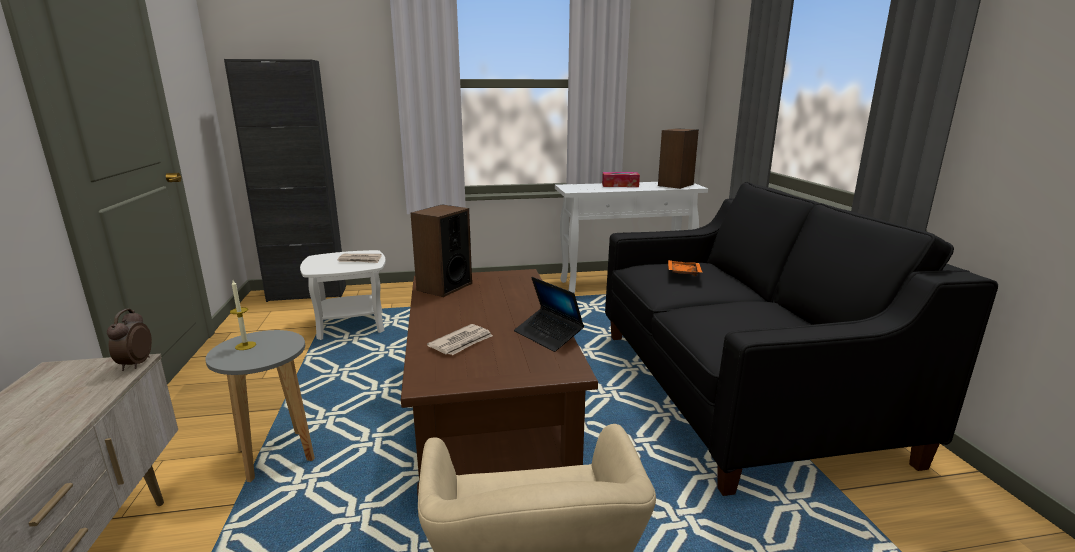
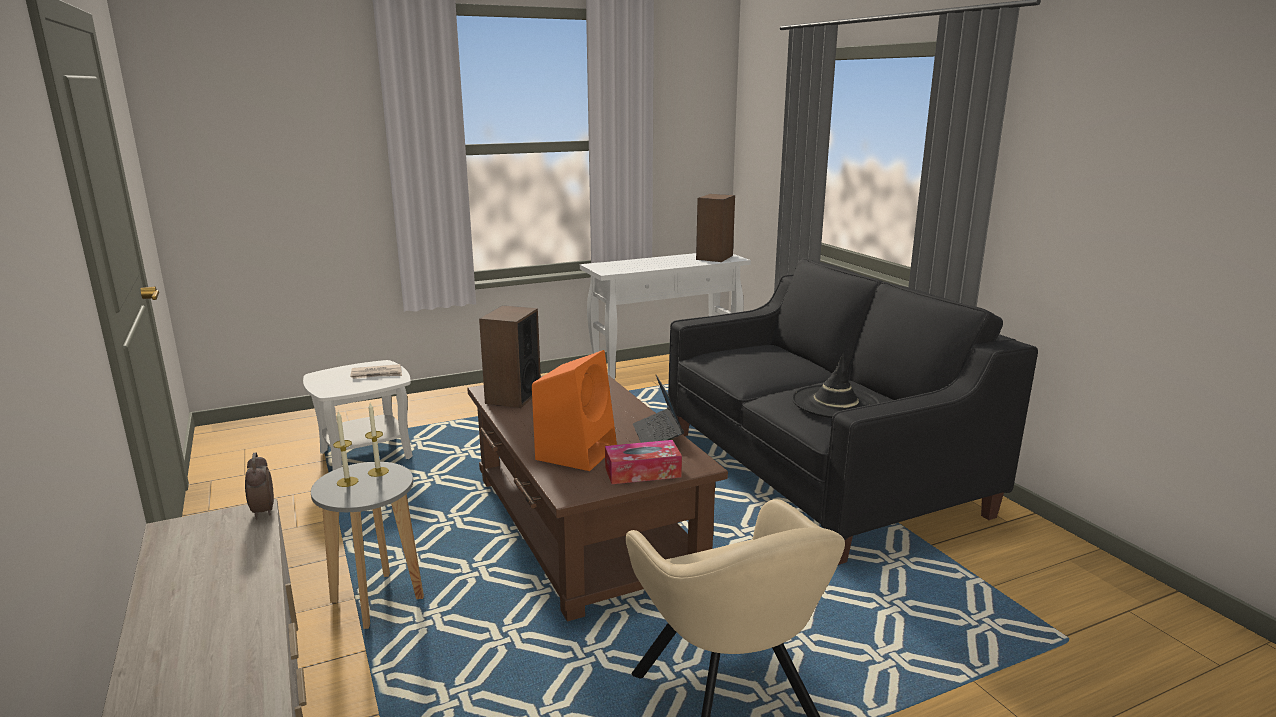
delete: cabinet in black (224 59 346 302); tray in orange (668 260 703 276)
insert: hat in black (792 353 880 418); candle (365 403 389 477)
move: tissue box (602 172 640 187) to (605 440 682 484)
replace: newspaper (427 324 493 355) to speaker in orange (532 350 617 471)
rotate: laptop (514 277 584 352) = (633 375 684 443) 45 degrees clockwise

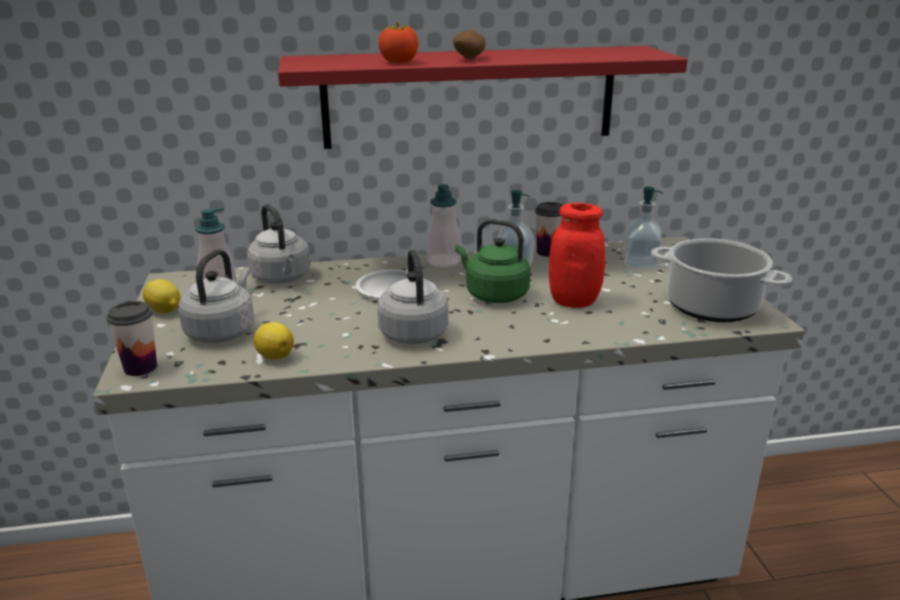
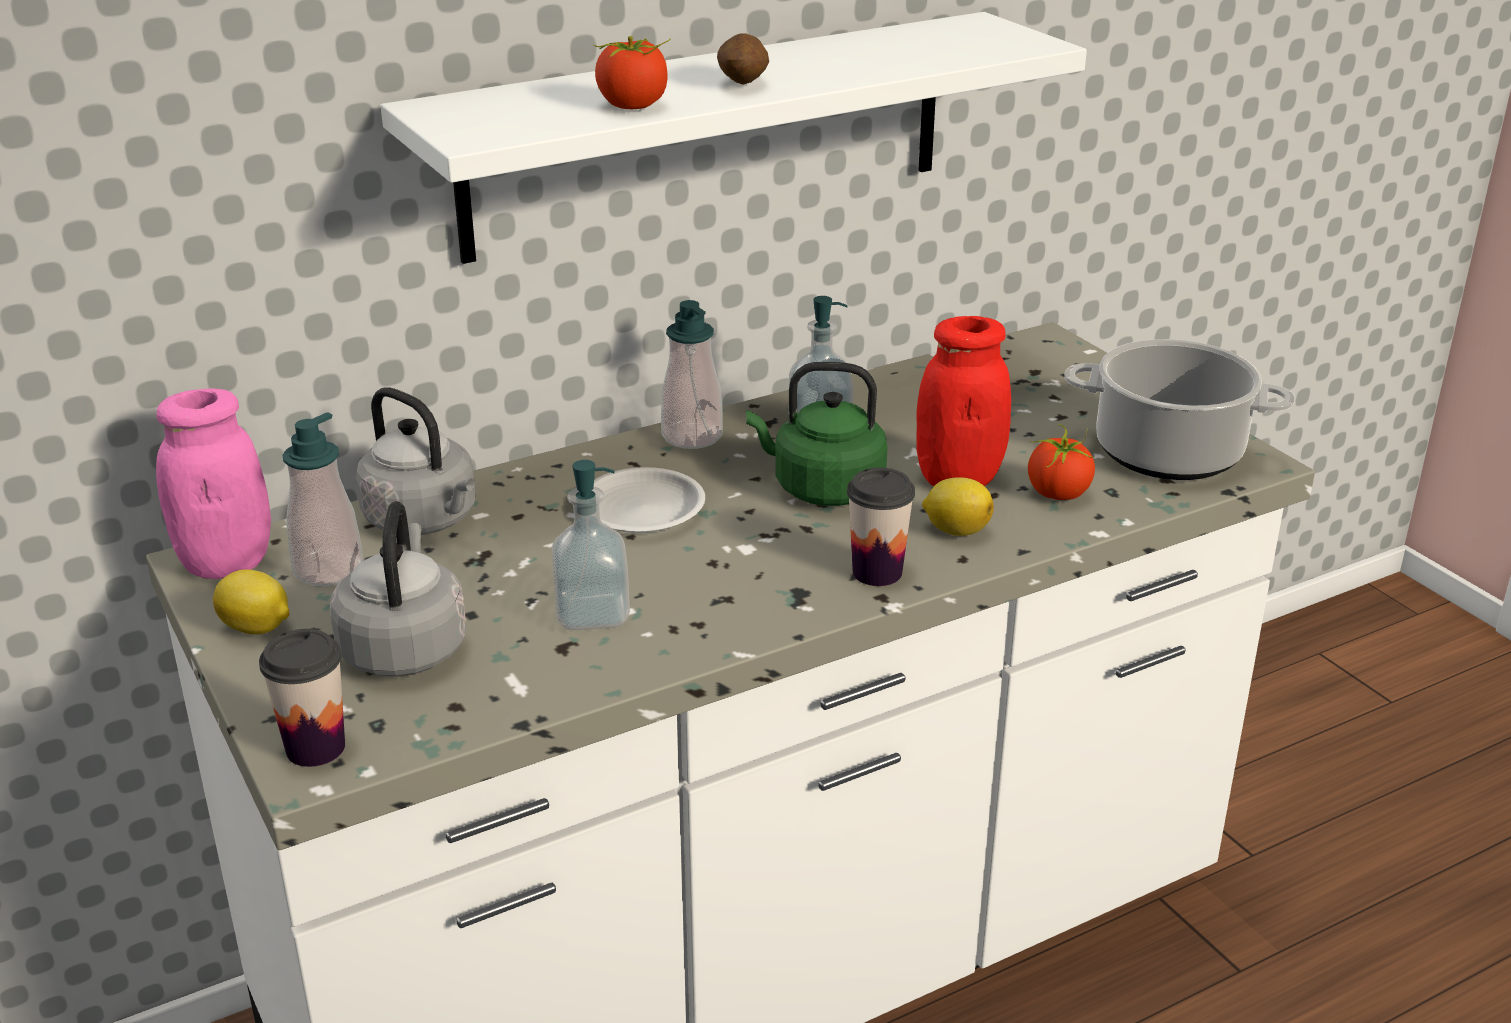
delete: kettle in grey (377 249 449 344)
insert: jar in pink (156 388 271 579); tomato (1028 424 1095 500)
move: soap dispenser (624 186 663 269) to (552 460 630 630); cup (535 202 563 257) to (847 468 915 586); lemon (253 322 294 360) to (922 477 994 536)
recolor: shelf in red (278 46 688 149) to shelf in white (381 12 1087 264)

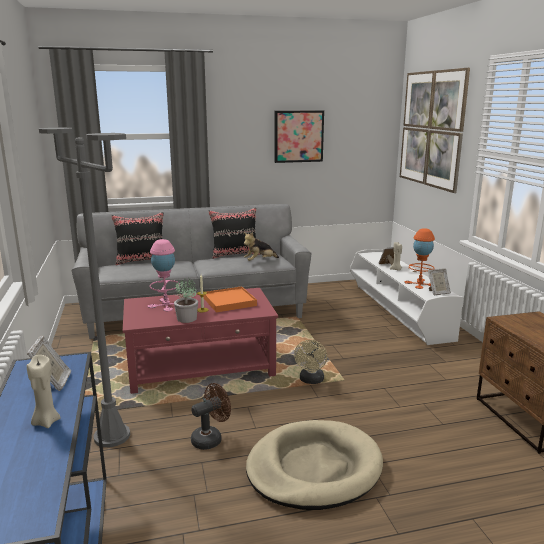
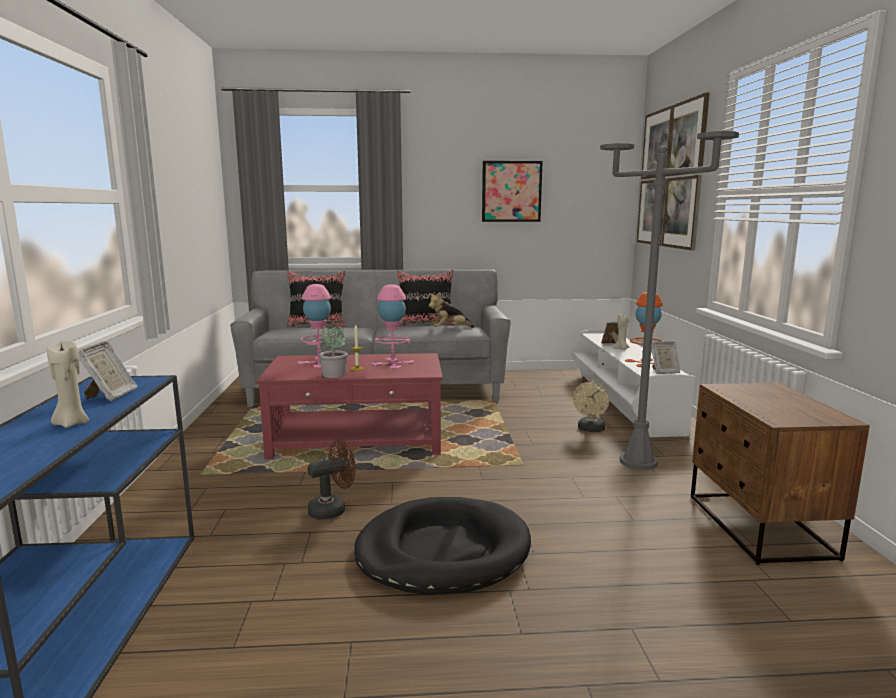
move: floor lamp in grey (39 128 130 447) to (600 131 739 470); fan in beige (294 340 327 384) to (573 382 609 432)
replace: tray in orange (203 286 257 313) to table lamp in pink (372 284 414 369)
recolor: dog bed in beige (246 420 383 510) to dog bed in black (354 497 531 595)

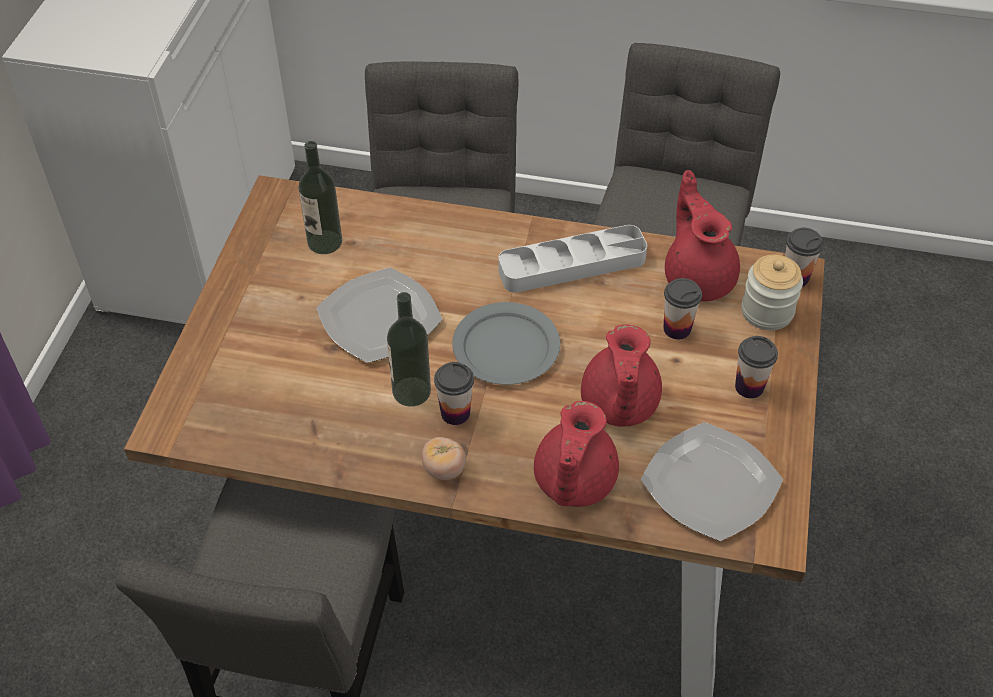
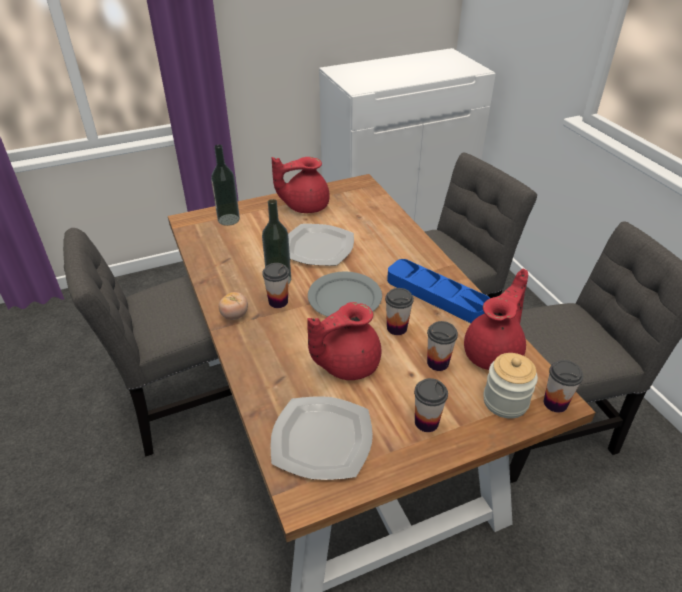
insert: cup (385 288 414 335)
move: bottle (298 141 342 254) to (211 145 240 226); teapot in red (534 401 619 507) to (272 157 330 213)
recolor: tray in grey (499 225 647 293) to tray in blue (387 259 490 323)

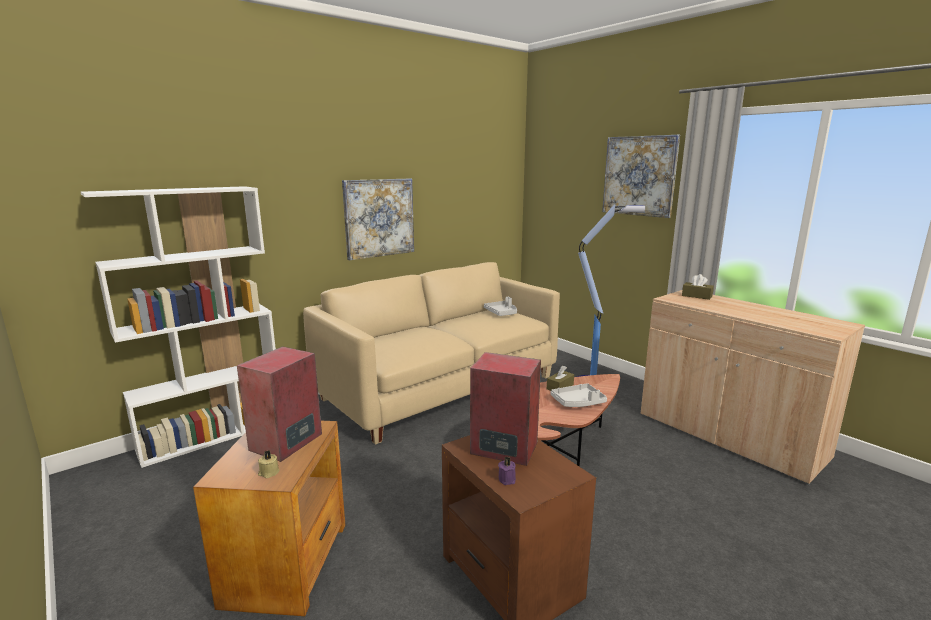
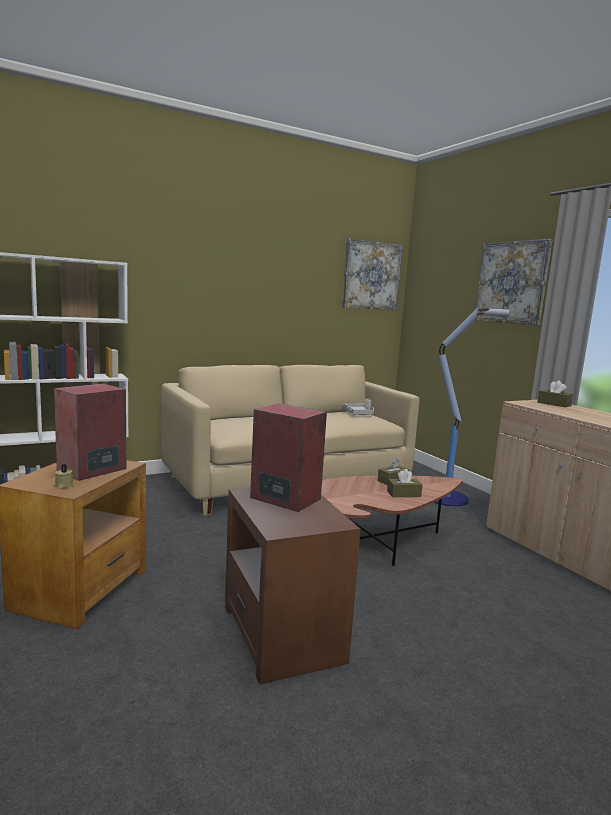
delete: candle in purple (498 457 516 485)
move: picture (342 178 414 260) to (342 238 403 310)
replace: tray in grey (551 383 607 407) to tissue box in brown (387 469 422 497)

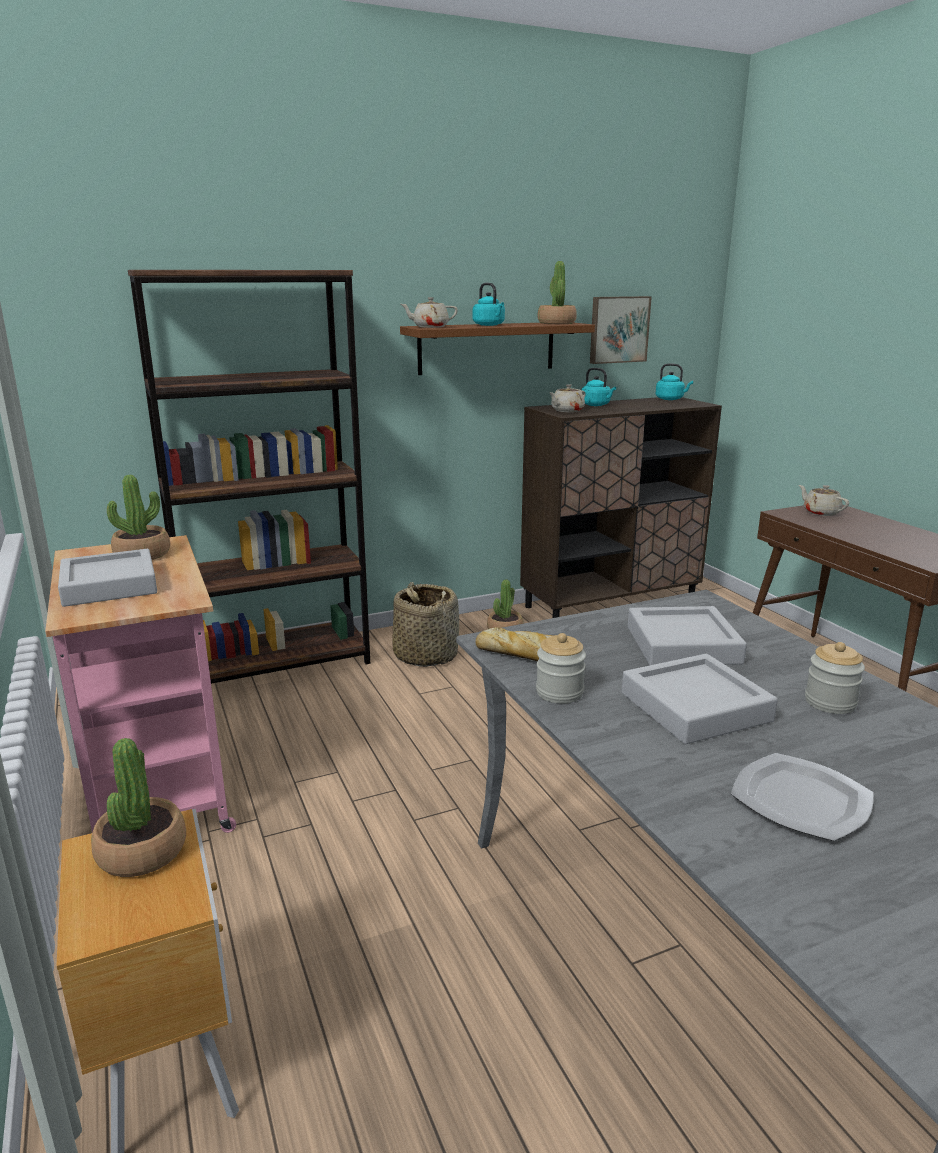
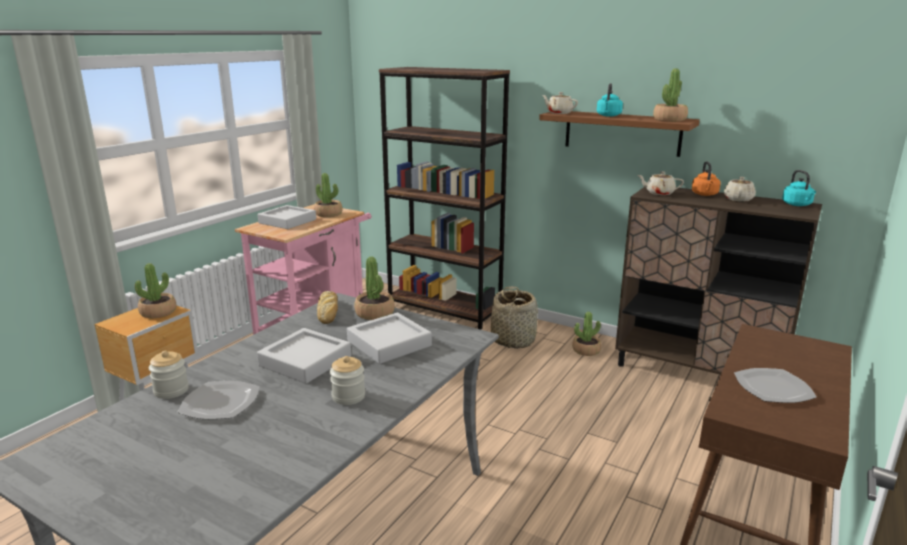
delete: picture (590 296 652 364)
insert: potted plant (354 257 395 320); plate (734 368 817 403)
move: teapot in beige (799 485 849 516) to (724 177 756 202); jar (536 633 586 703) to (149 351 189 399)
recolor: kettle in turquoise (581 368 616 406) to kettle in orange (692 161 721 196)

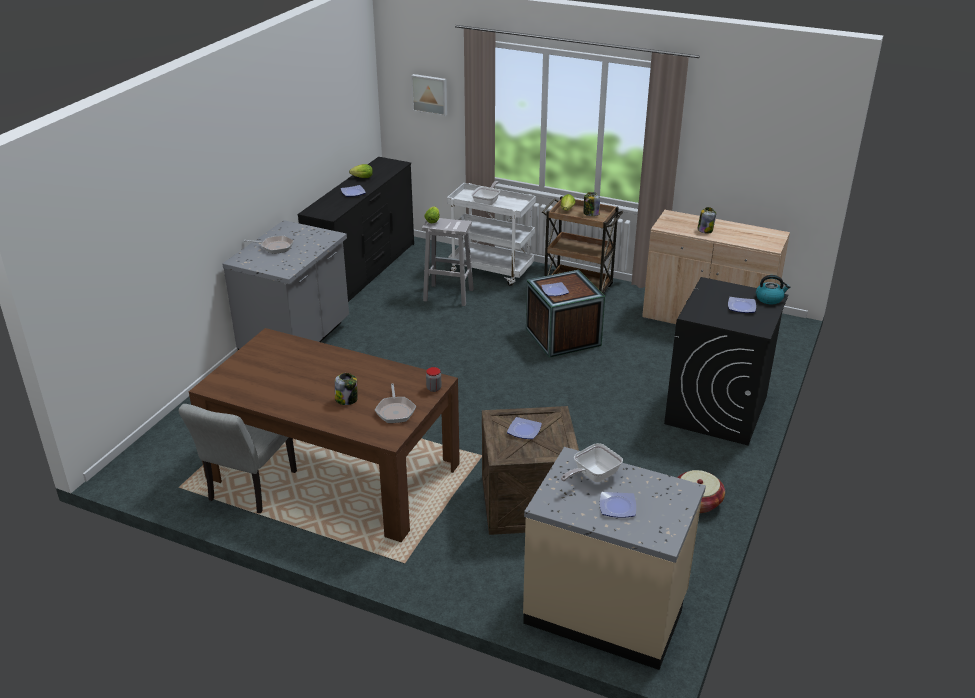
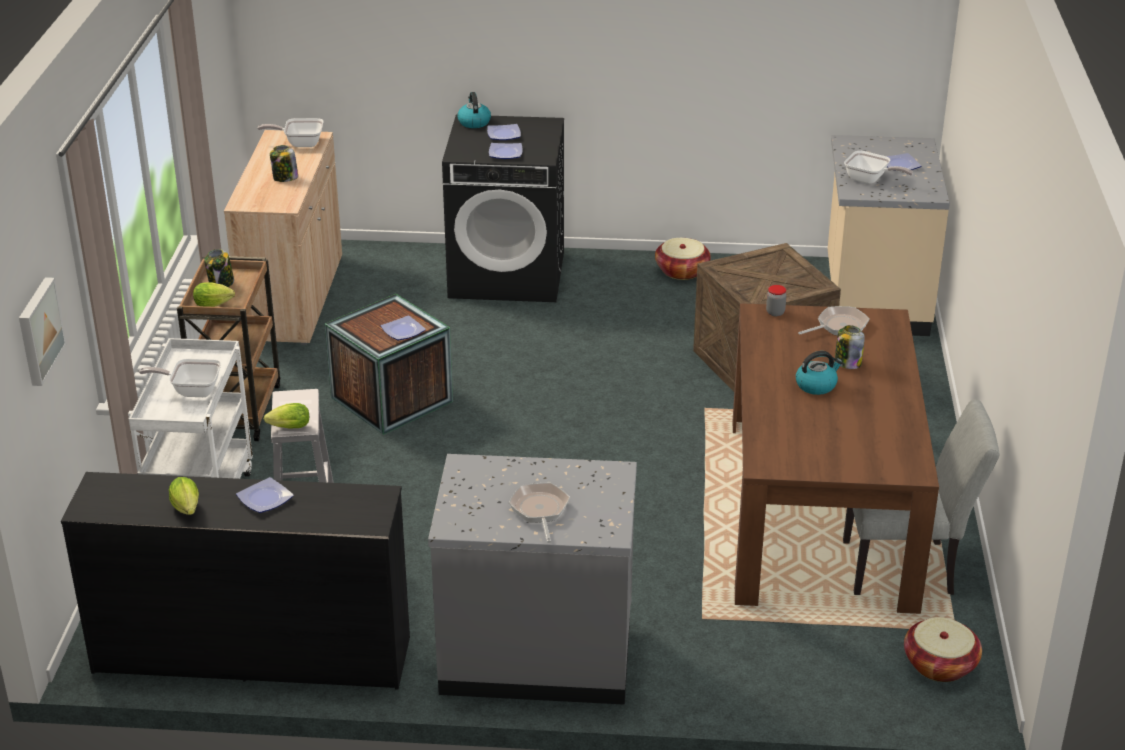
insert: frying pan (258 118 324 147); kettle (796 351 843 395); basket (904 617 982 682)
move: plate (507 417 542 439) to (489 143 523 159)

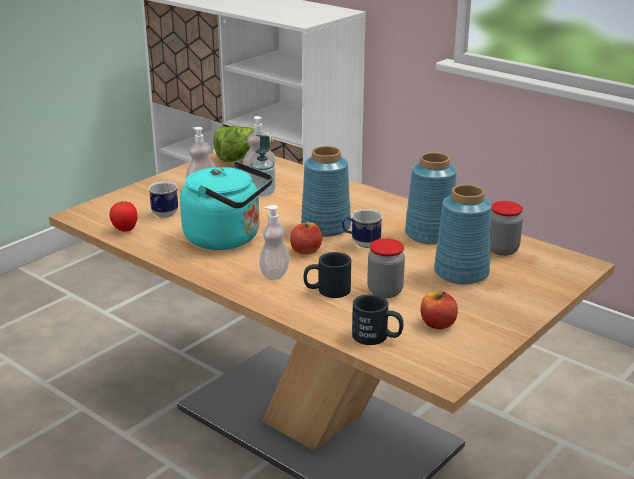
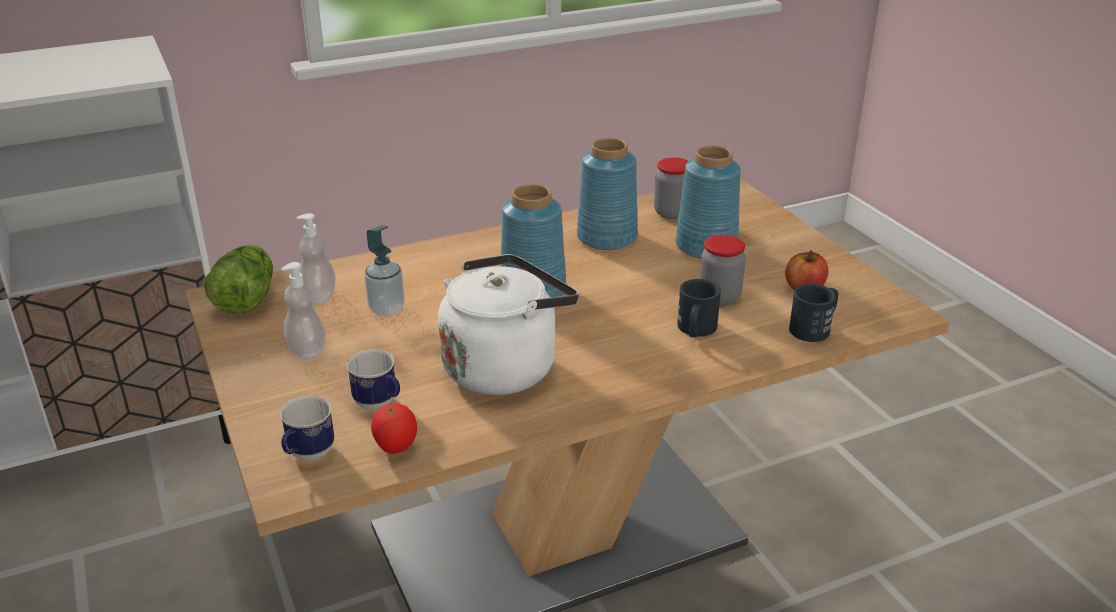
delete: soap dispenser (259 205 290 280); apple (290 222 322 255)
move: mug (342 209 383 248) to (280 395 334 460)
recolor: kettle in turquoise (180 161 273 250) to kettle in white (438 254 578 395)

